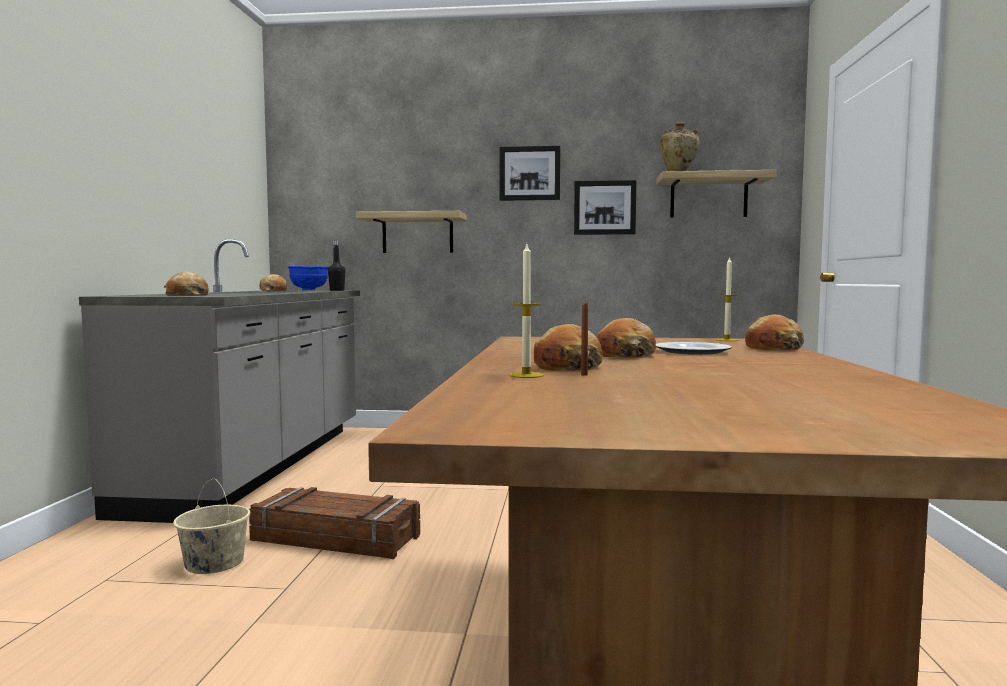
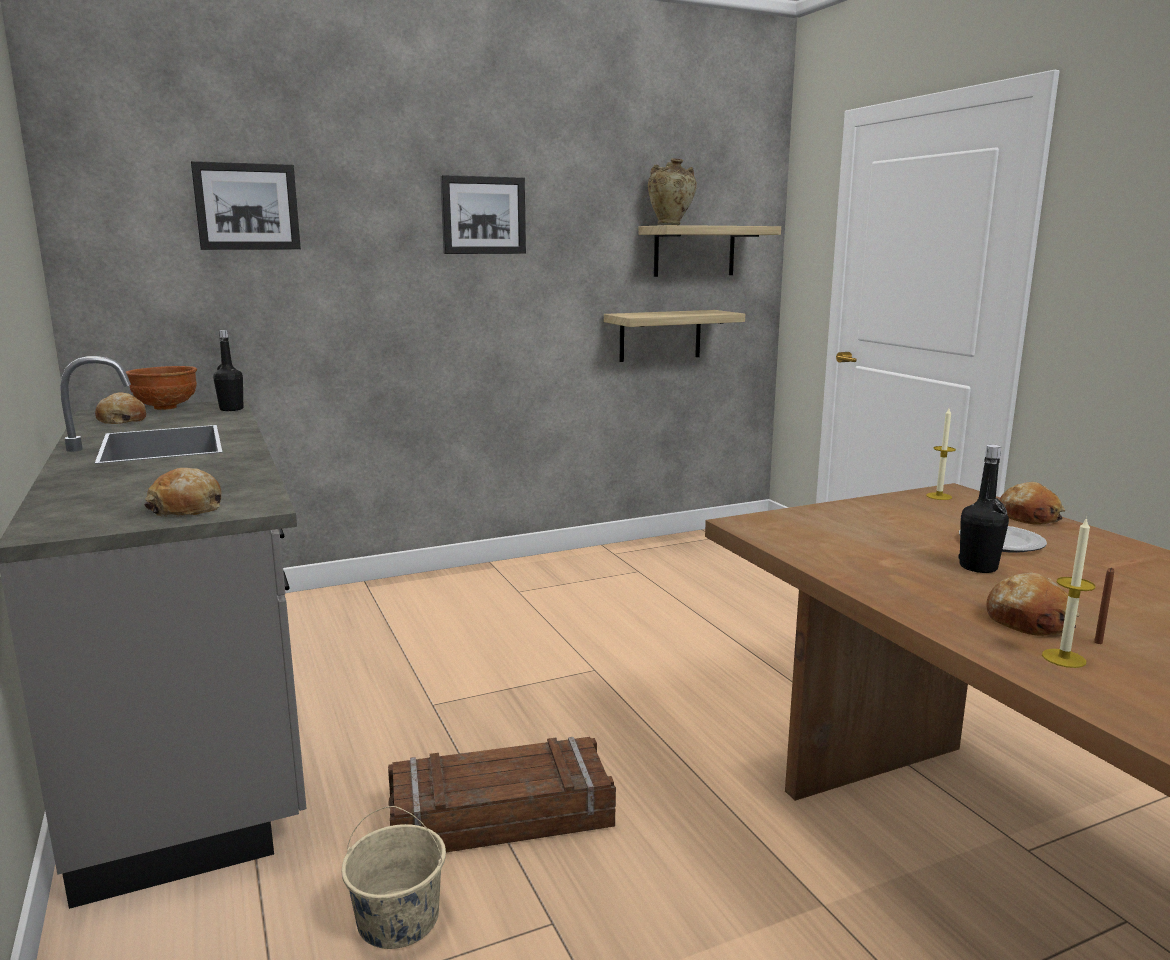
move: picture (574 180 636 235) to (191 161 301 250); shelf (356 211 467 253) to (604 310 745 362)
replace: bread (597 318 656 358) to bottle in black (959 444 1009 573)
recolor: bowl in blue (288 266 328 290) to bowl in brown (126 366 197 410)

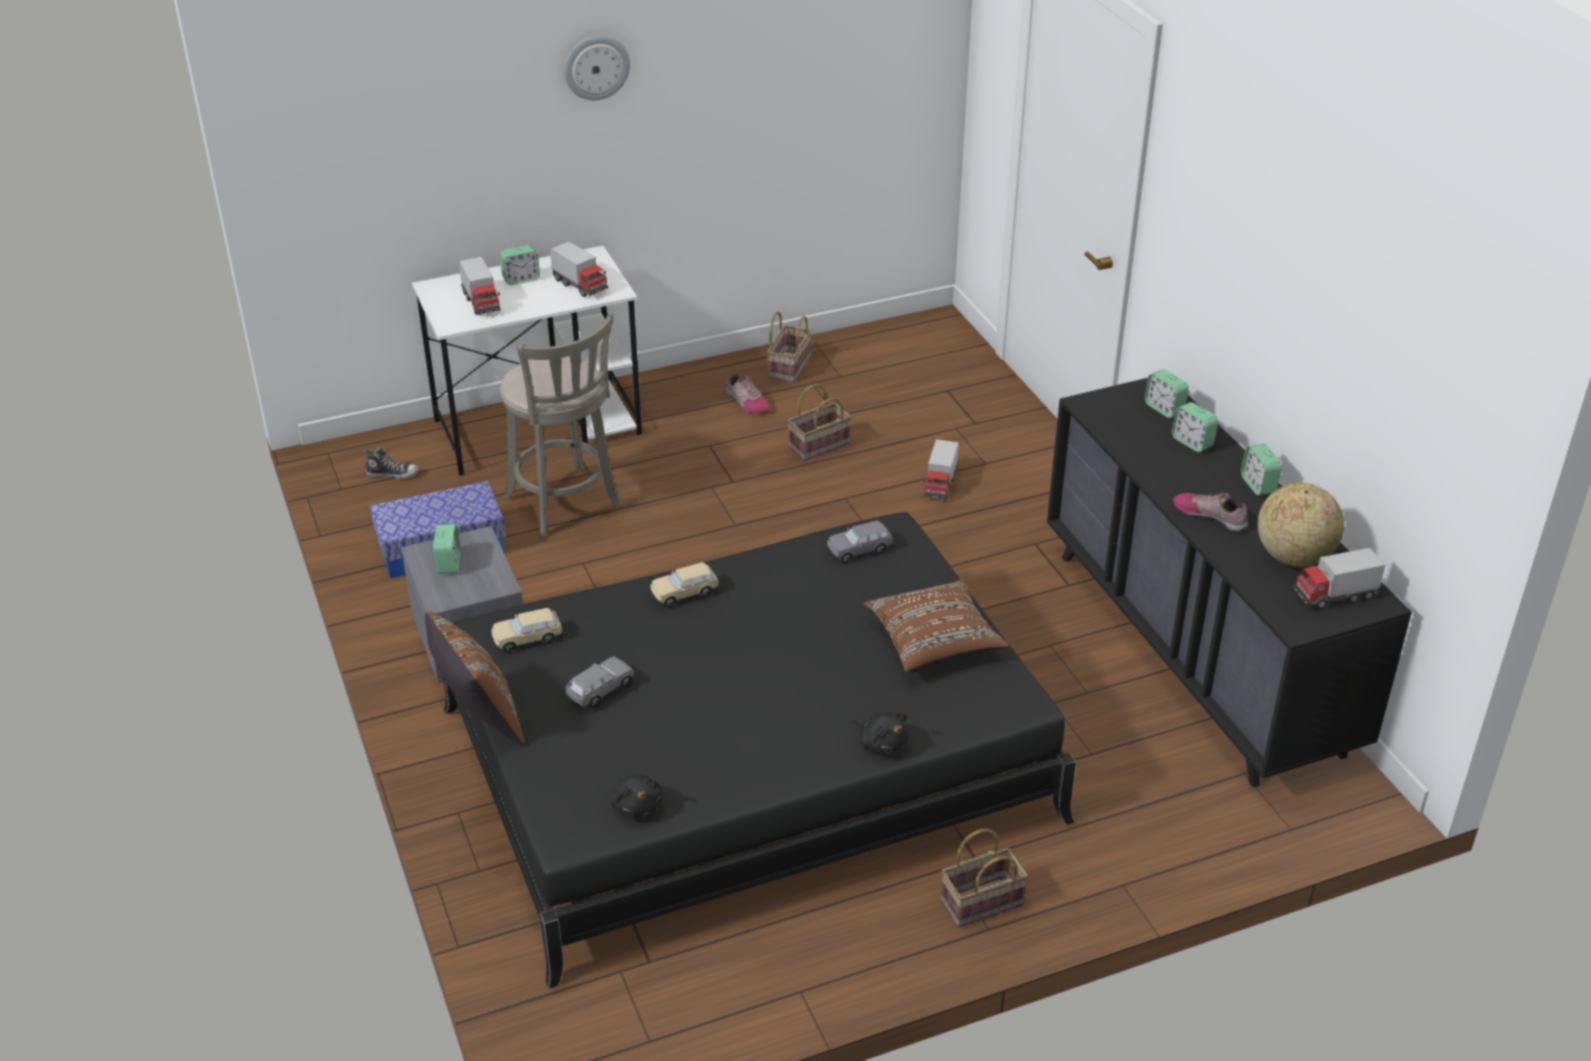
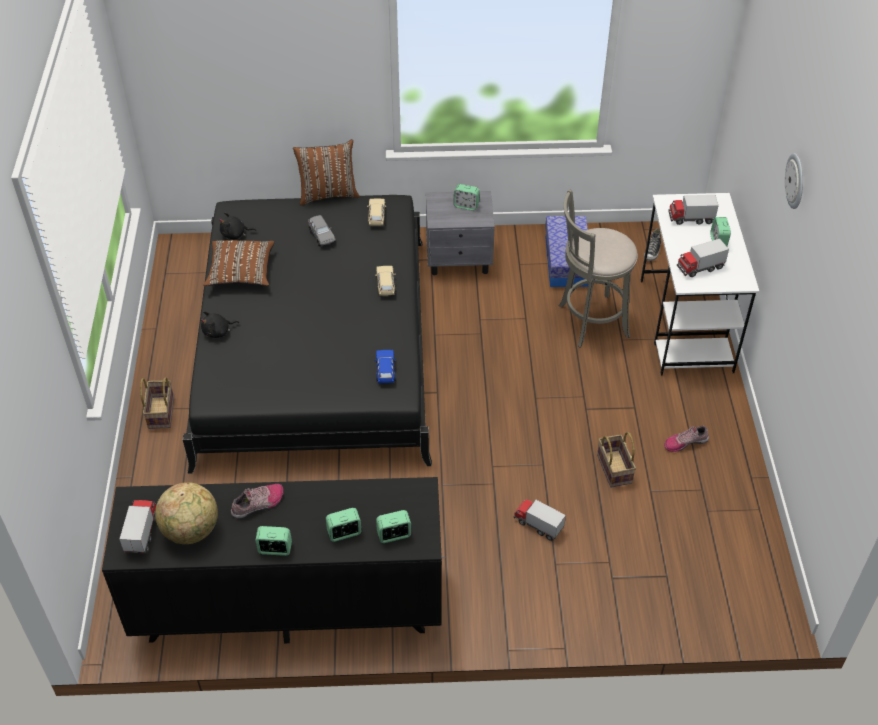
delete: basket (767 311 812 383)
move: pillow in brown (864 579 1009 673) to (204 240 274 286)
recolor: toy car in grey (827 520 893 563) to toy car in blue (374 350 396 383)

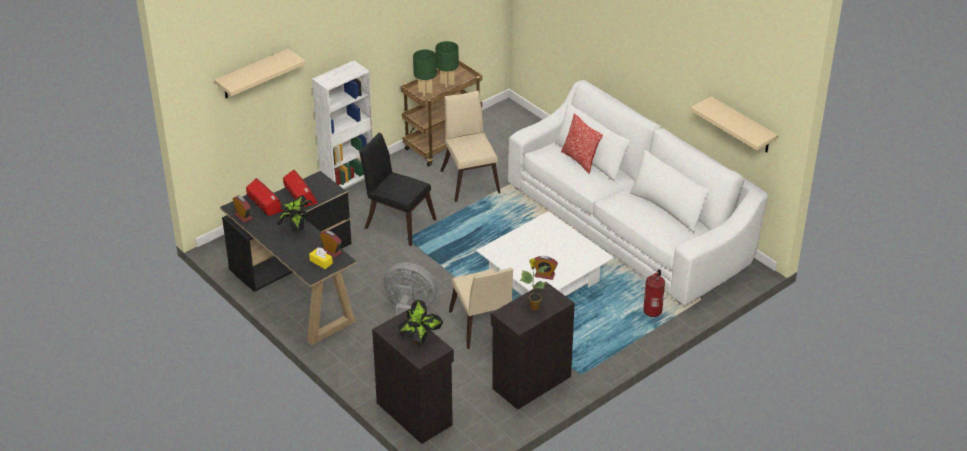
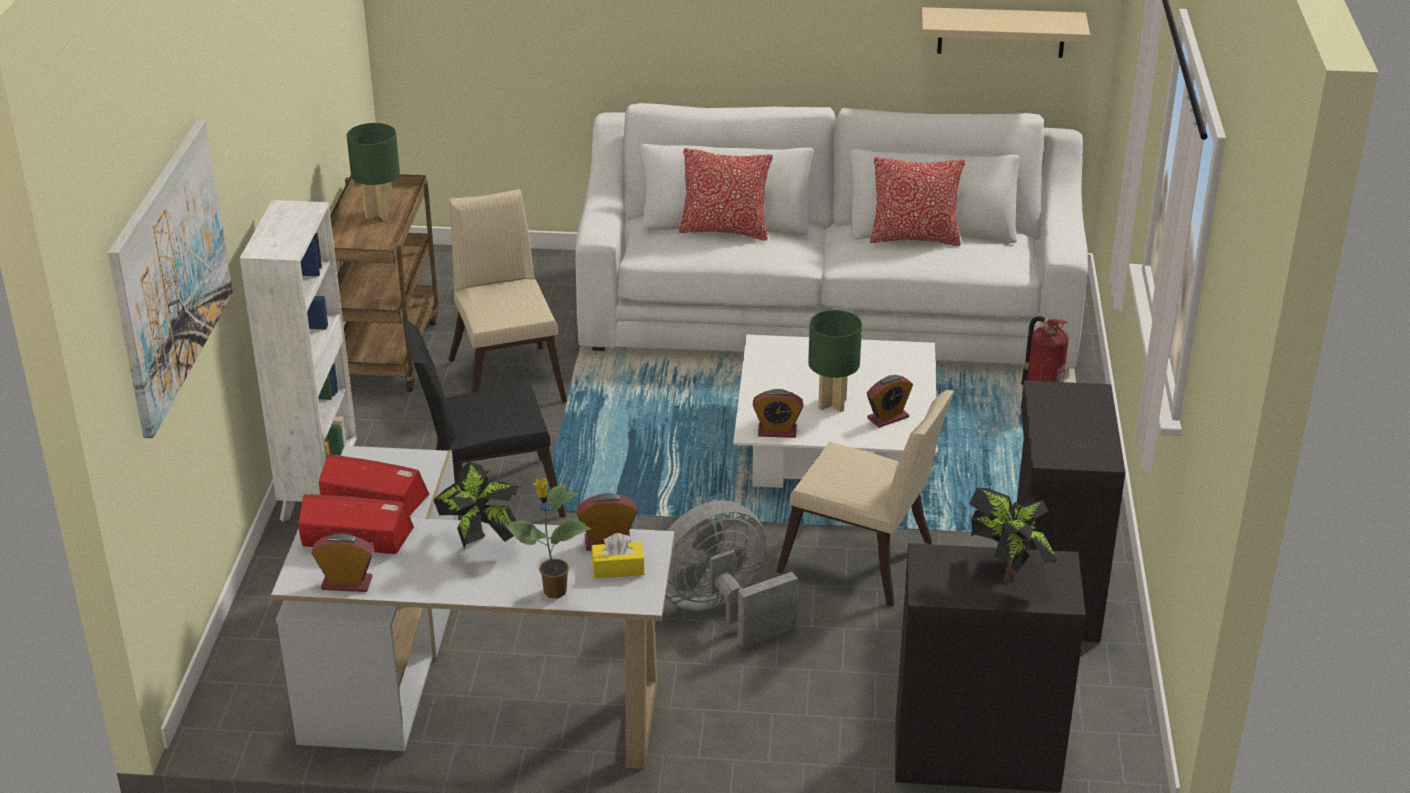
insert: pillow (870 157 965 246); alarm clock (753 389 803 438)
move: table lamp in green (413 49 437 96) to (808 310 862 412); potted plant (519 259 549 310) to (504 478 591 599)
replace: shelf in beige (214 49 306 98) to picture (108 120 233 438)
recolor: desk in black (220 171 357 345) to desk in white (271 446 675 769)
rotate: chair in beige (440 91 501 202) = (449 189 567 403) 45 degrees clockwise

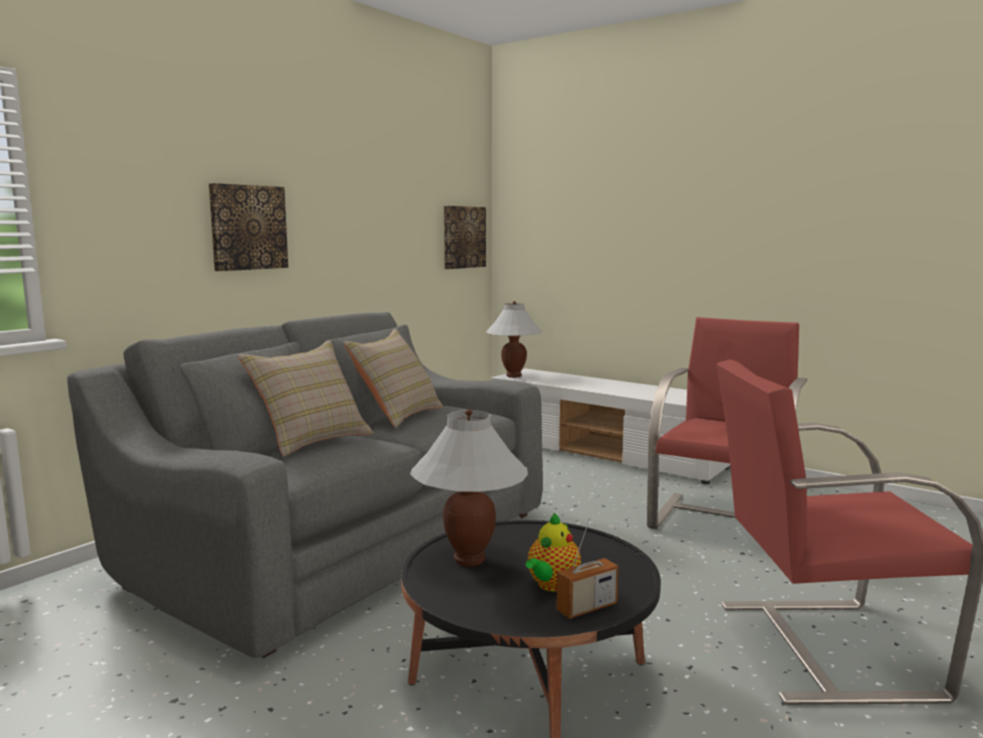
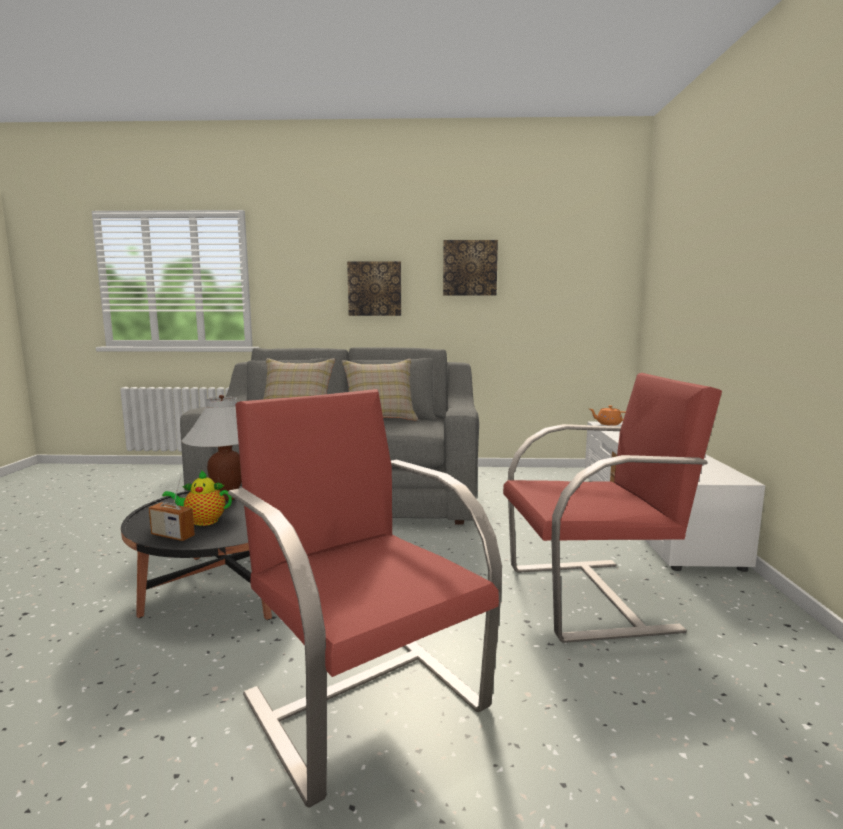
move: picture (444 206 486 269) to (443 240 498 296)
replace: table lamp in white (486 301 542 378) to teapot in orange (590 405 626 426)

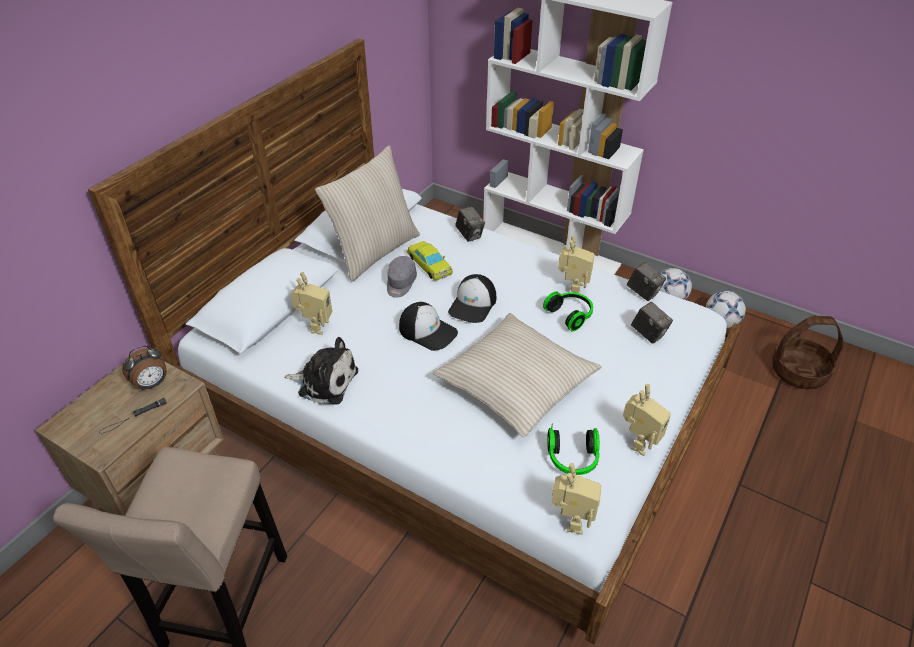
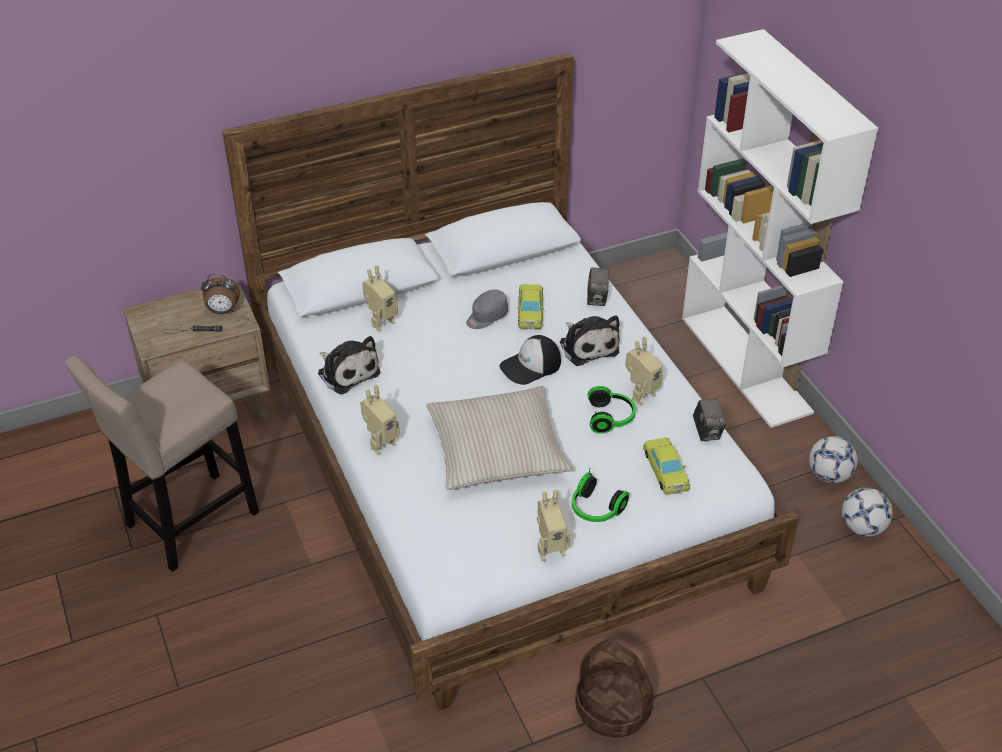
delete: pillow in beige (315 145 420 282); cap (399 302 458 351)
insert: plush toy (560 315 619 366)
move: basket (772 316 844 389) to (575 640 654 738); headphones (547 423 600 475) to (572 469 629 522); toy robot (551 463 602 535) to (360 385 400 455)
replace: photo camera (631 302 673 344) to toy car in yellow (643 437 690 495)

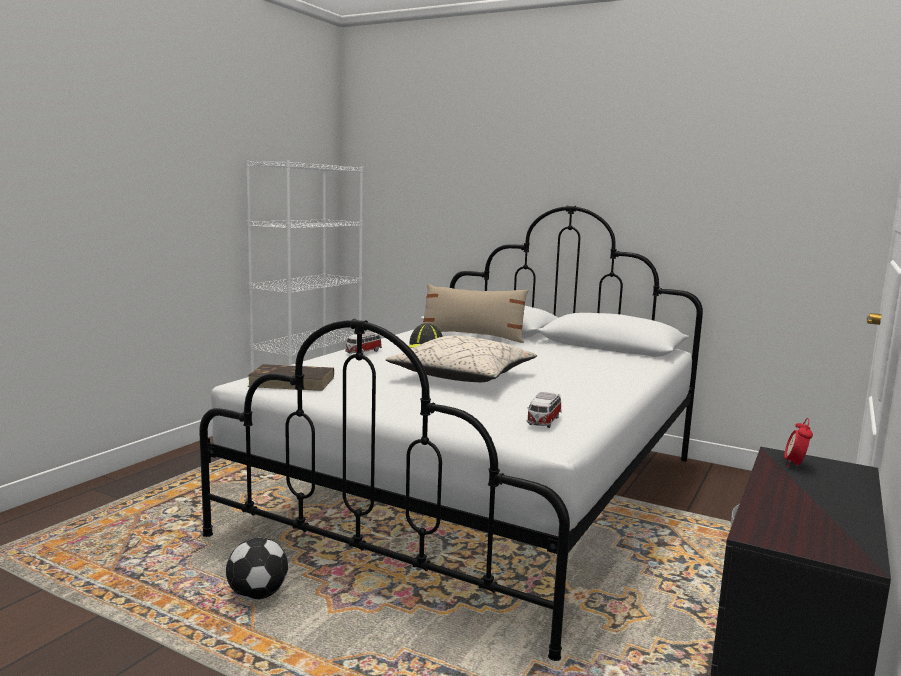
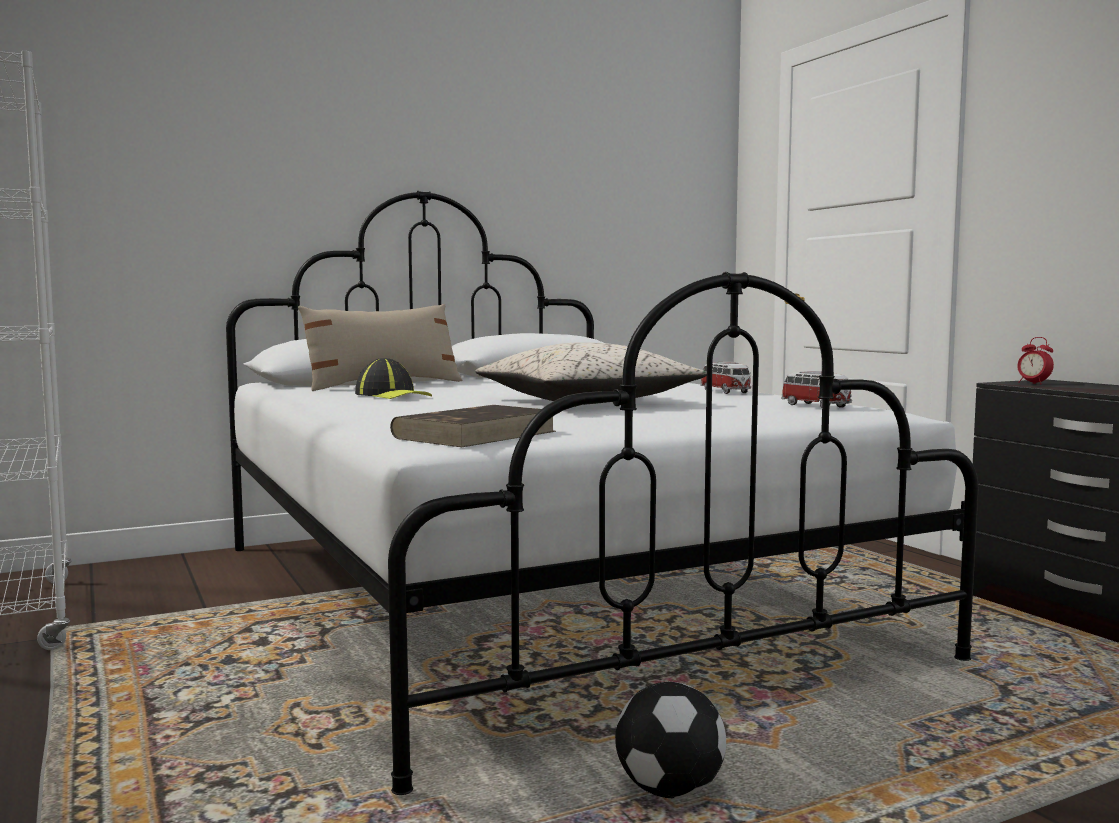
move: toy car (345 332 382 354) to (700 362 751 394)

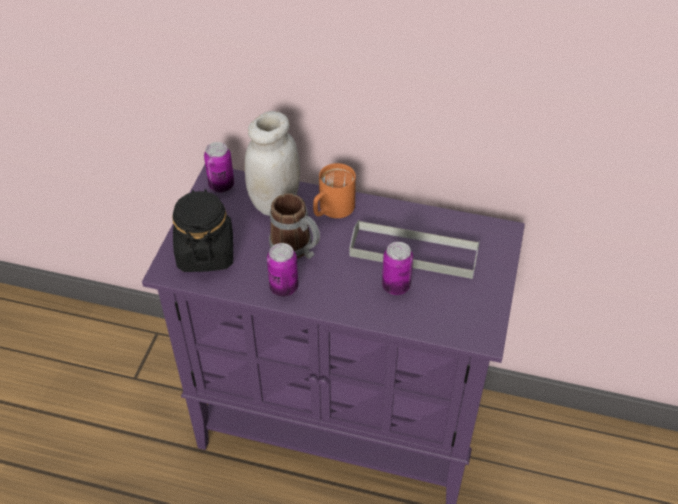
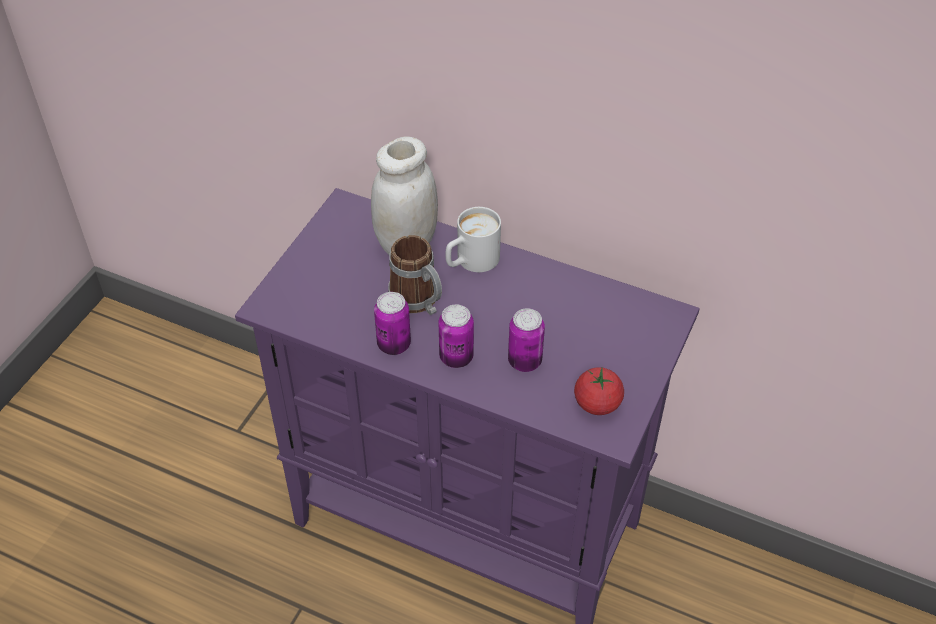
delete: jar in black (172 189 233 272); tray in grey (349 220 480 279)
insert: tomato (574 367 624 415)
move: can (204 142 234 193) to (439 304 474 368)
recolor: mug in orange (313 163 356 218) to mug in white (445 207 501 272)

